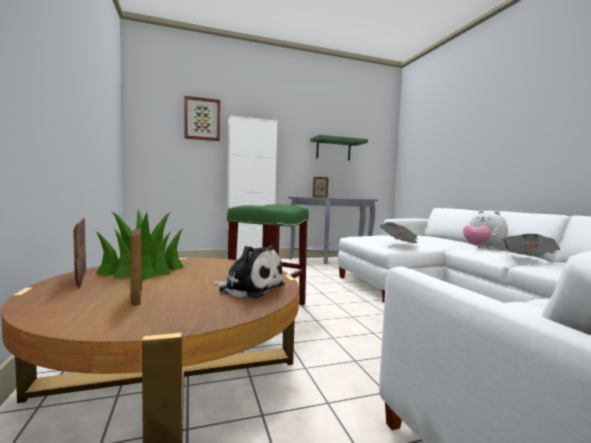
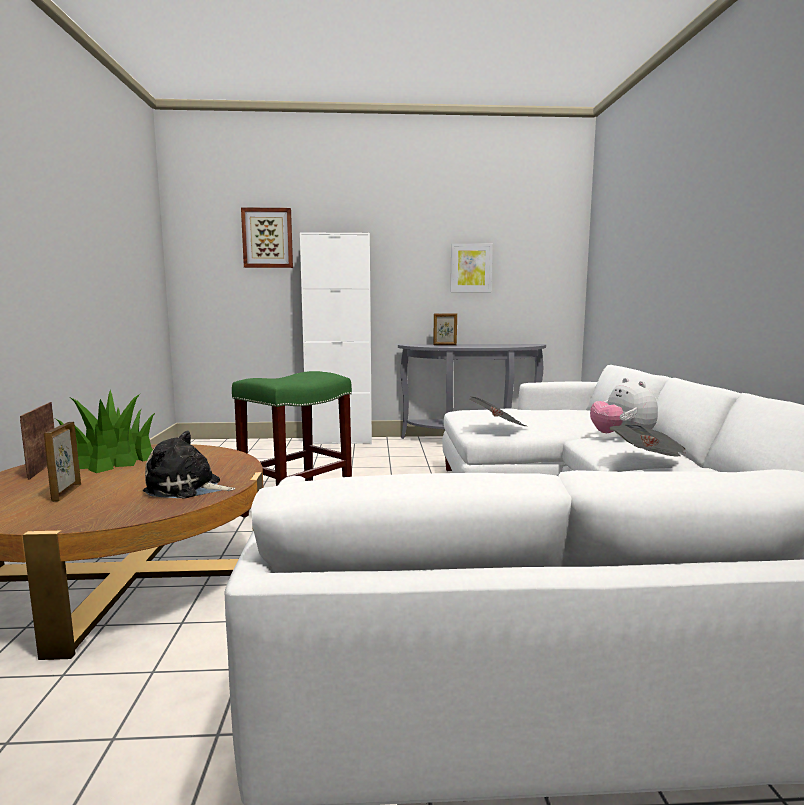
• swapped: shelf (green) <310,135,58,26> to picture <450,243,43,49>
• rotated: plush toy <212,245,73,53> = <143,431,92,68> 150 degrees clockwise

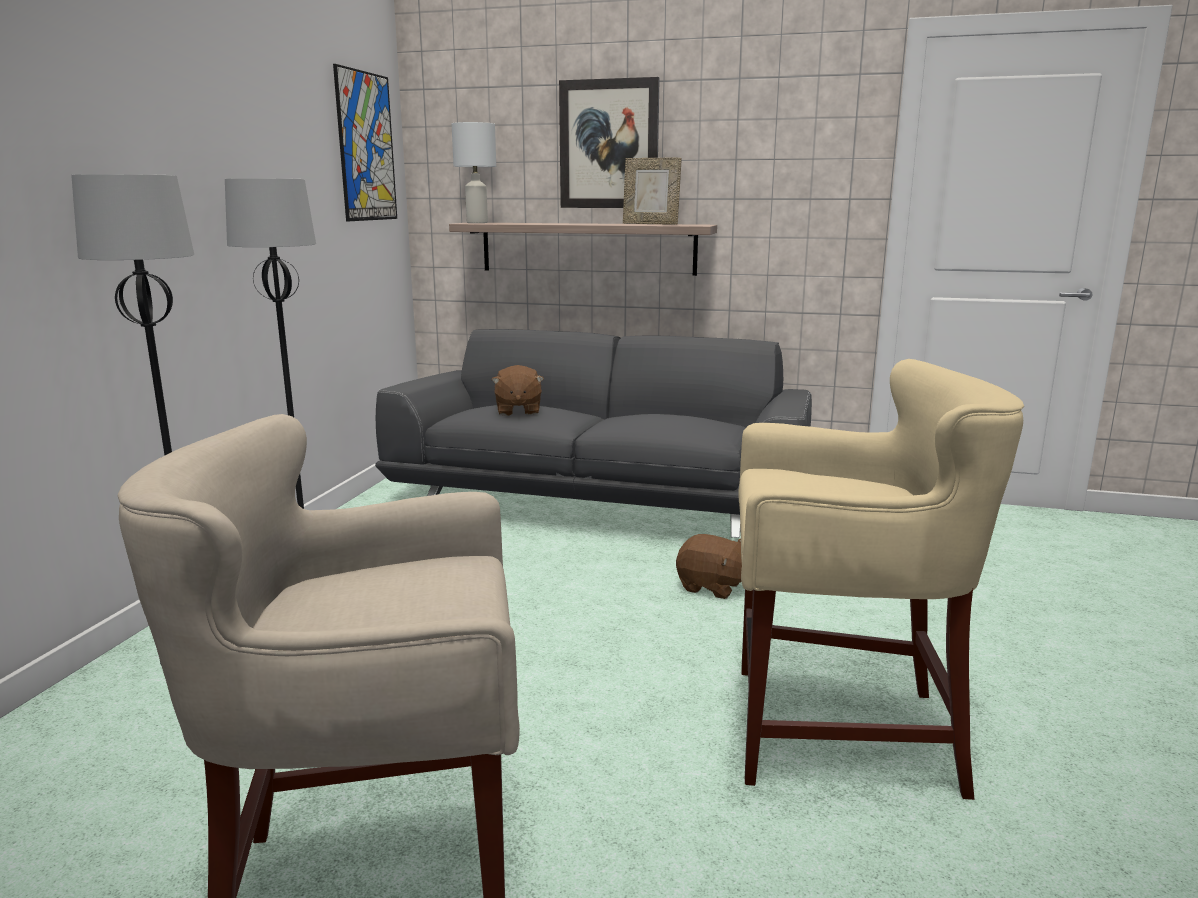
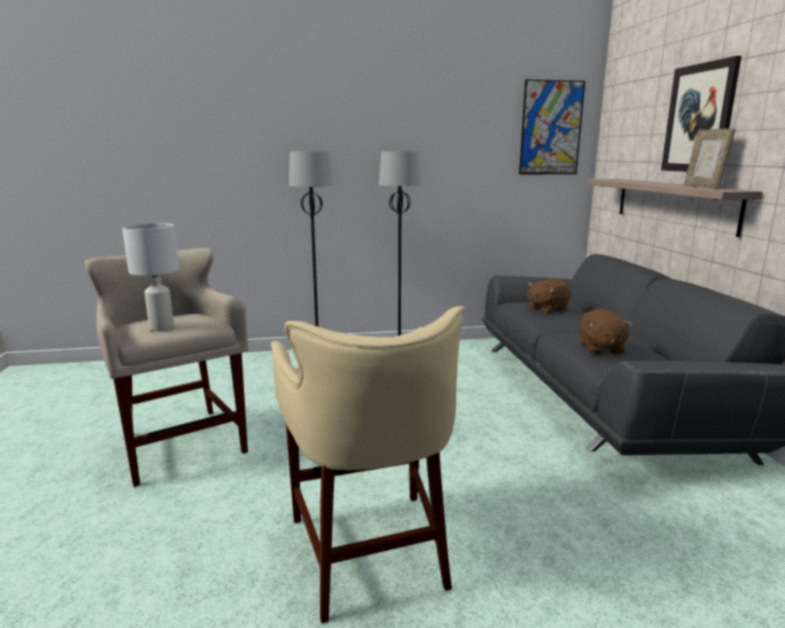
• shifted: table lamp (white) <452,122,44,101> to <122,223,57,108>
• shifted: plush toy (brown) <676,534,66,65> to <580,309,53,46>

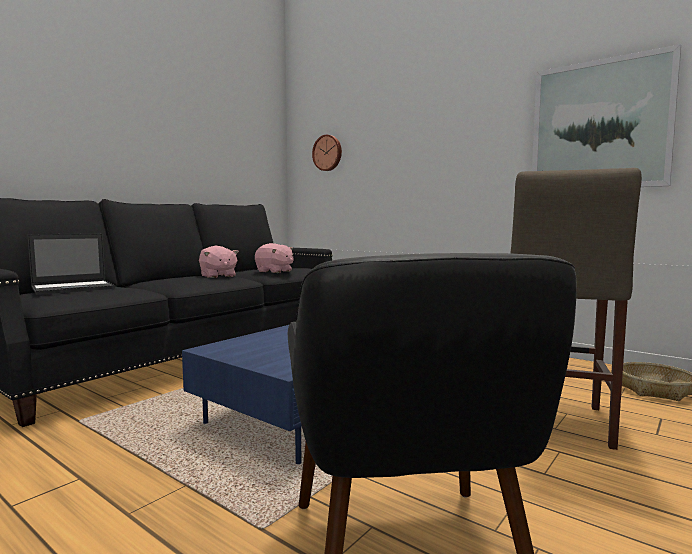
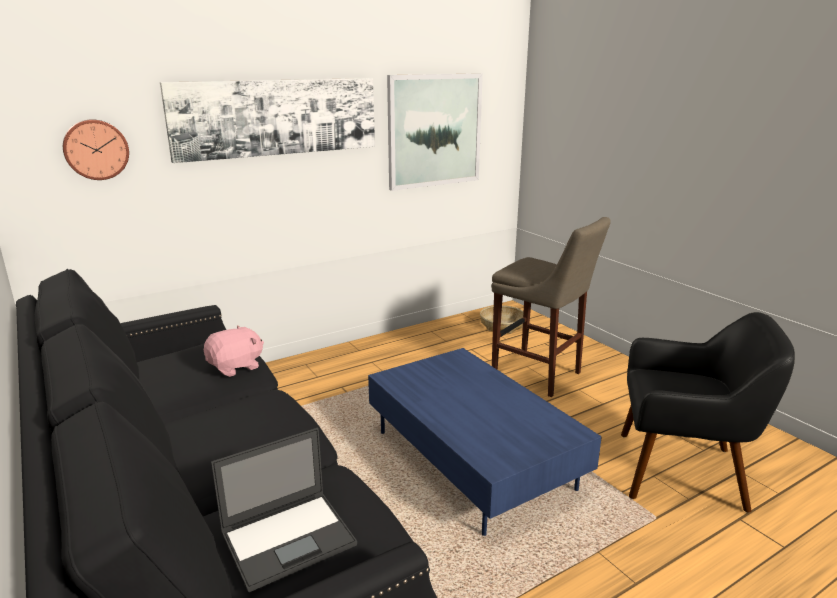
• rotated: laptop <27,233,88,62> = <211,428,146,164> 75 degrees clockwise
• gone: plush toy (pink) <199,246,40,32>
• new: picture <160,78,215,85>

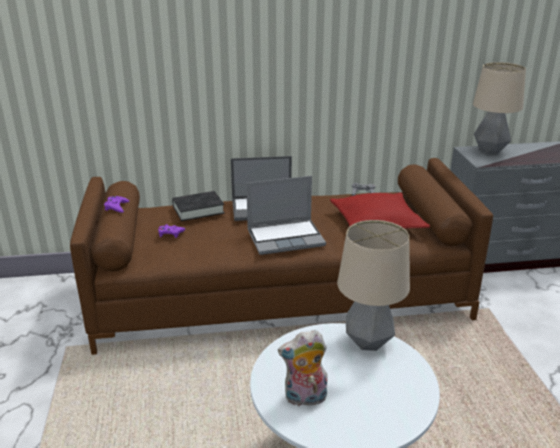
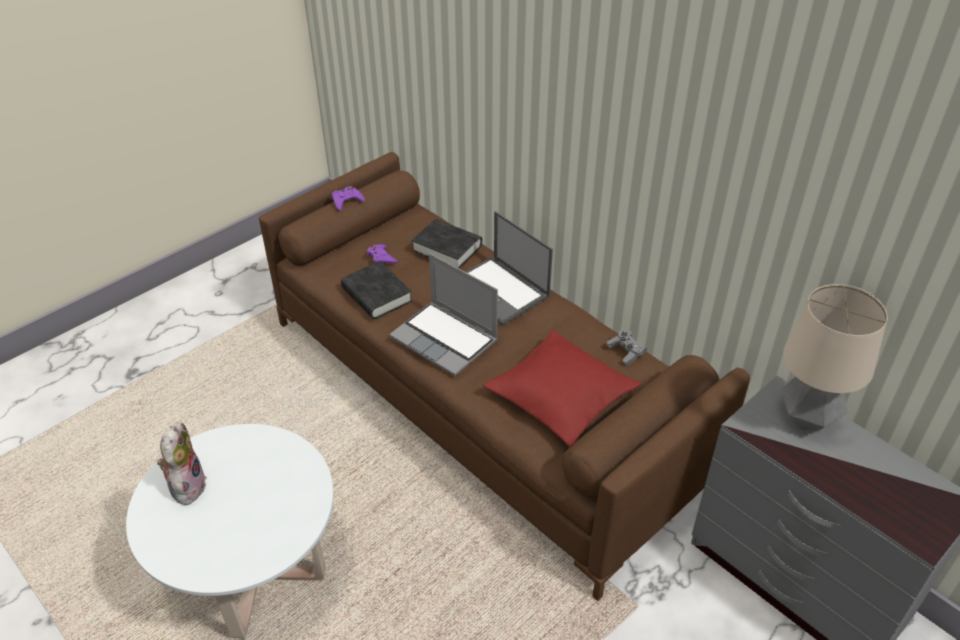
• gone: table lamp <337,220,73,131>
• rotated: plush toy <278,330,50,76> = <157,421,49,84> 45 degrees clockwise
• new: book (black) <341,261,71,58>

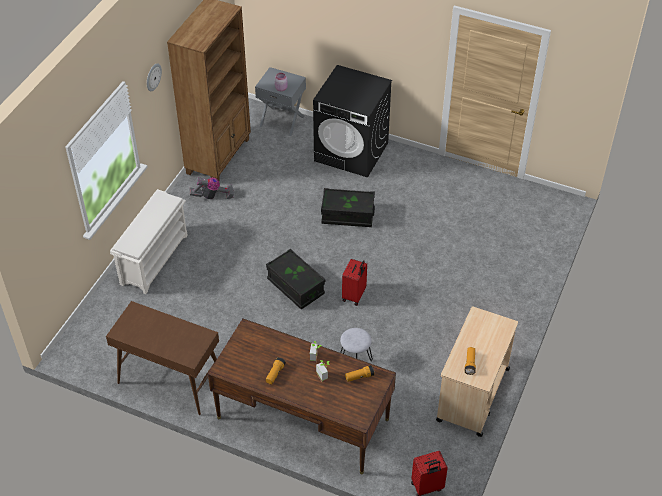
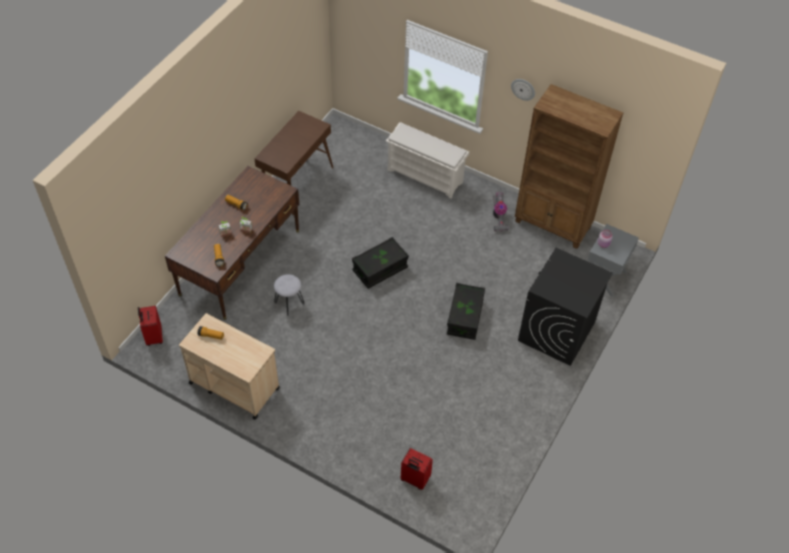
• shifted: suitcase (red) <342,259,25,47> to <401,448,32,42>

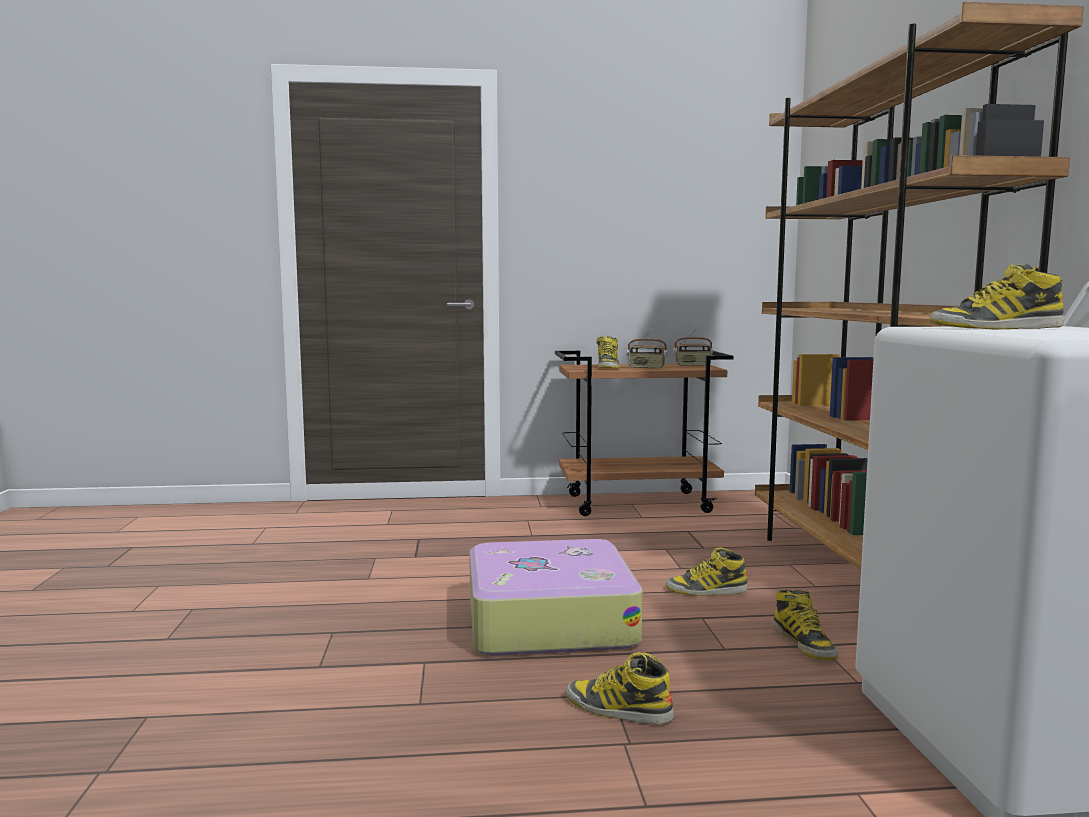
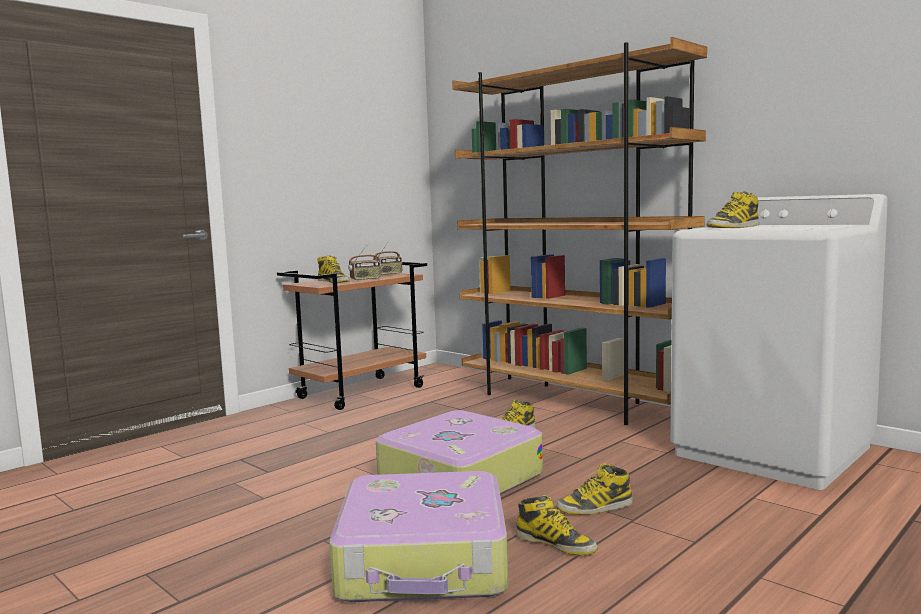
• shifted: boot <772,590,66,70> to <515,495,83,60>
• new: suitcase <329,471,179,131>

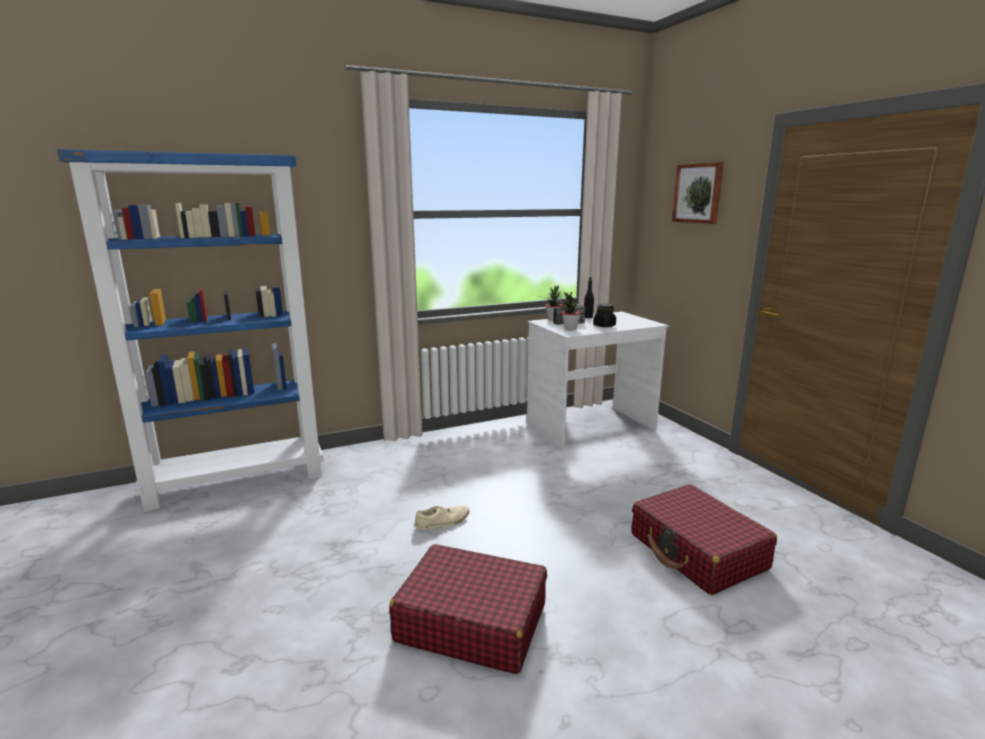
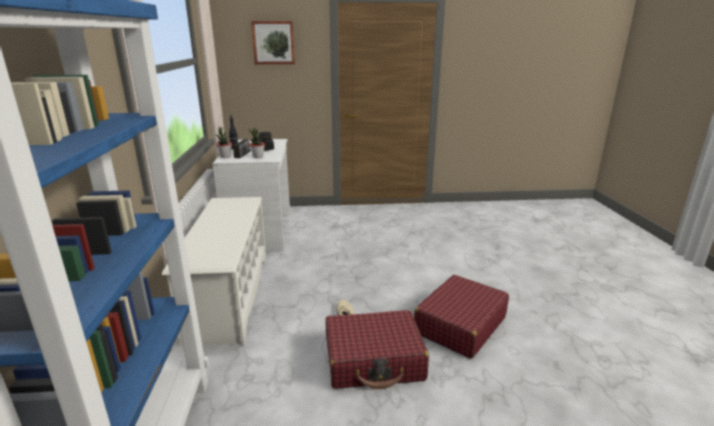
• shifted: suitcase (red) <631,484,146,111> to <326,310,103,79>
• new: shoe rack (white) <162,197,104,150>

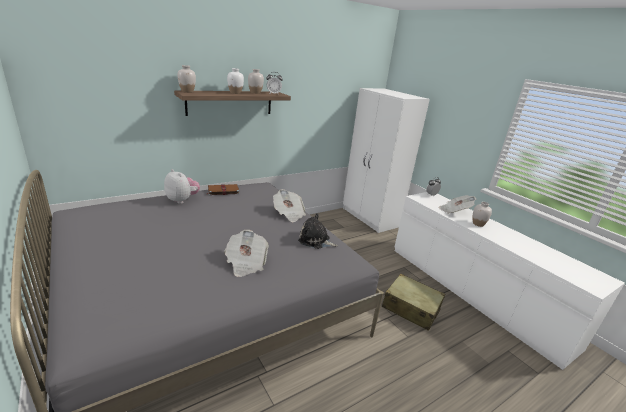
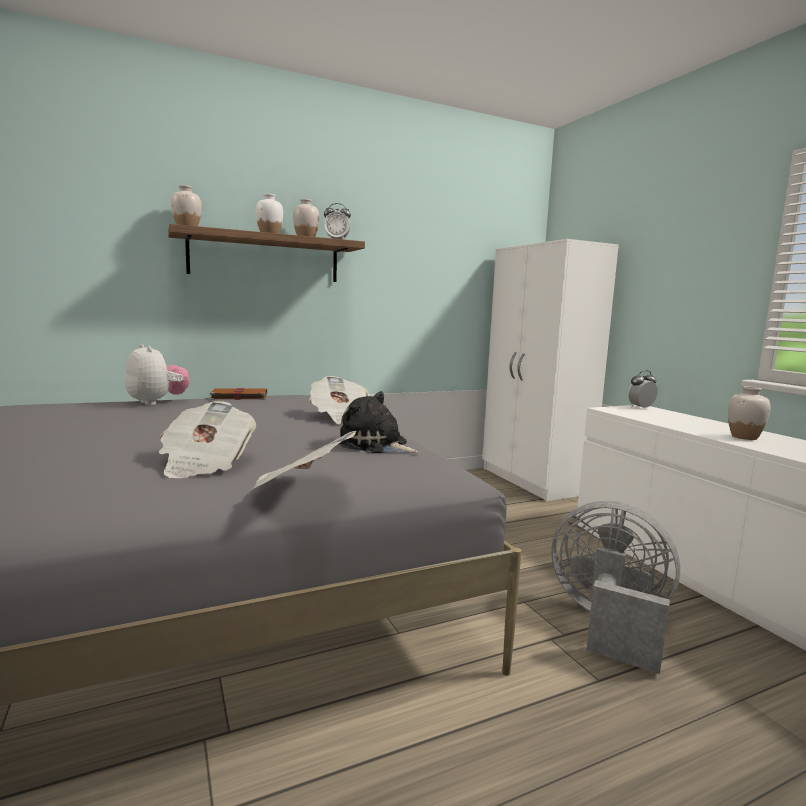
• shifted: newspaper <438,195,38,19> to <249,431,107,60>
• swapped: suitcase (beige) <382,274,63,57> to fan (grey) <551,500,129,174>

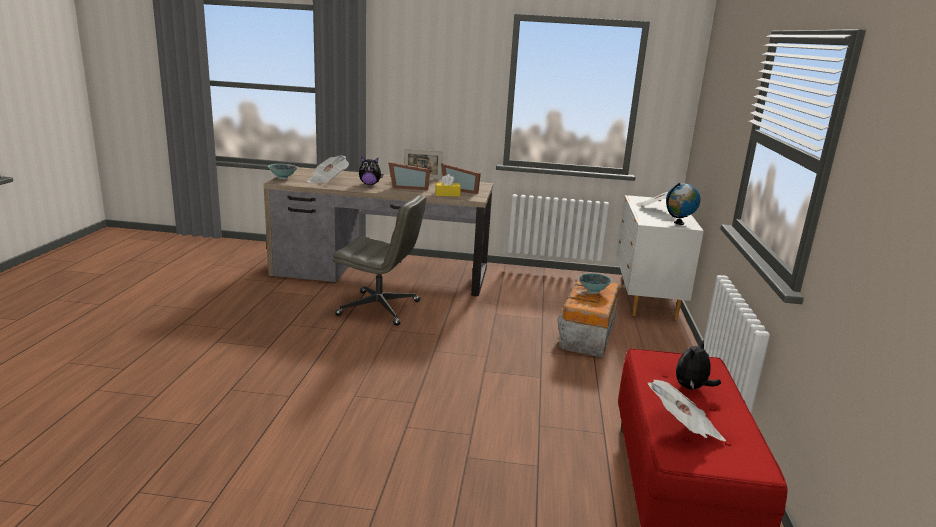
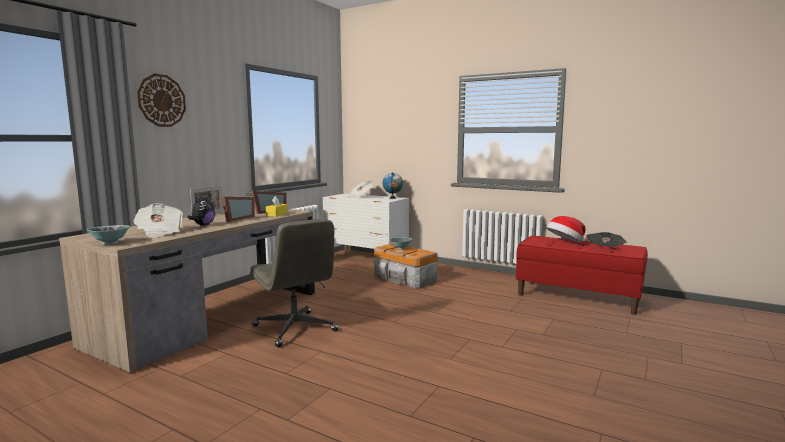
• rotated: office chair (grey) <333,195,93,131> = <250,219,88,128> 105 degrees clockwise
• swapped: plush toy <676,341,45,49> to hat <546,216,40,27>
• new: wall clock <137,74,49,53>

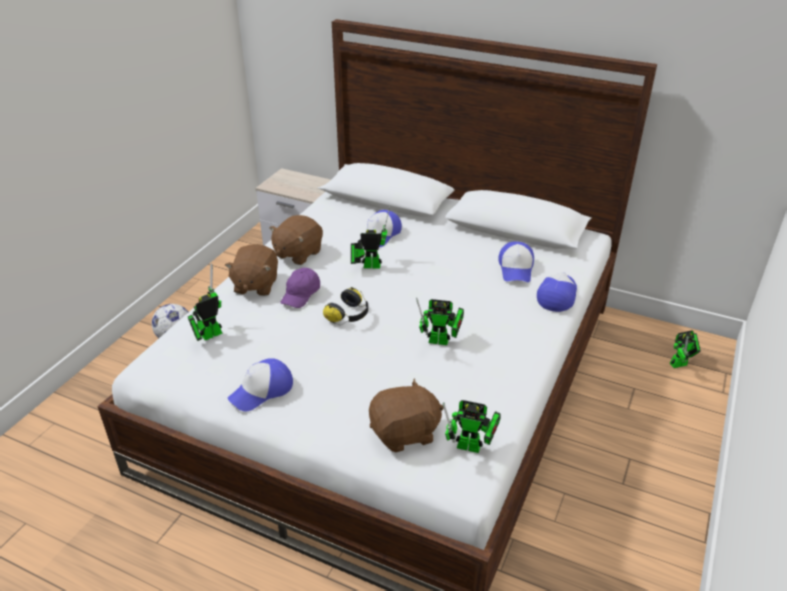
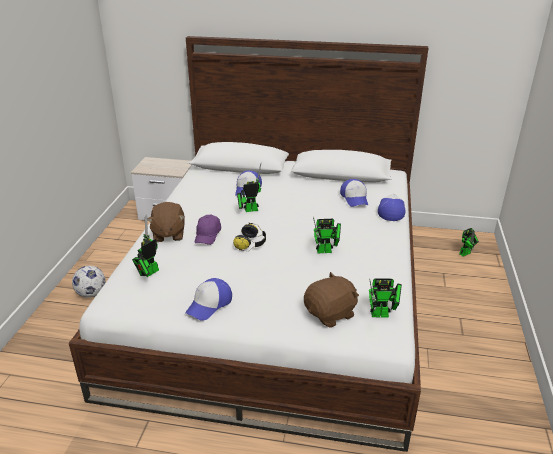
• gone: plush toy (brown) <269,215,54,50>

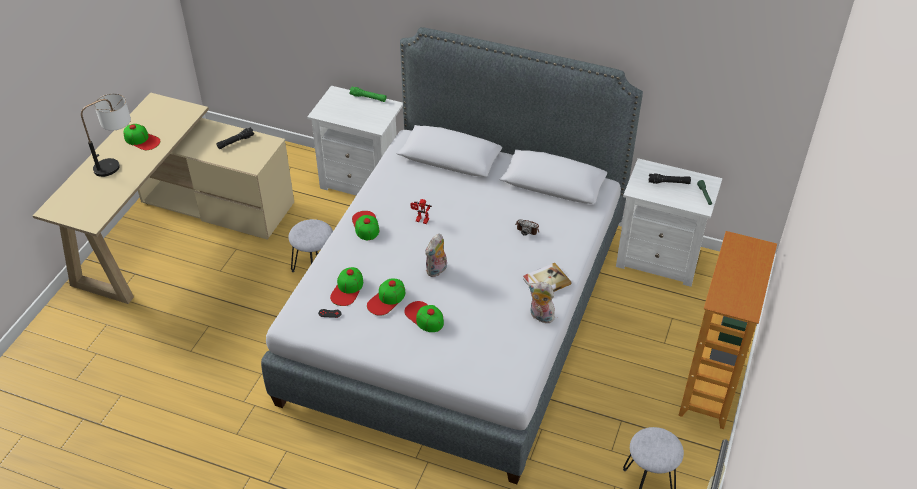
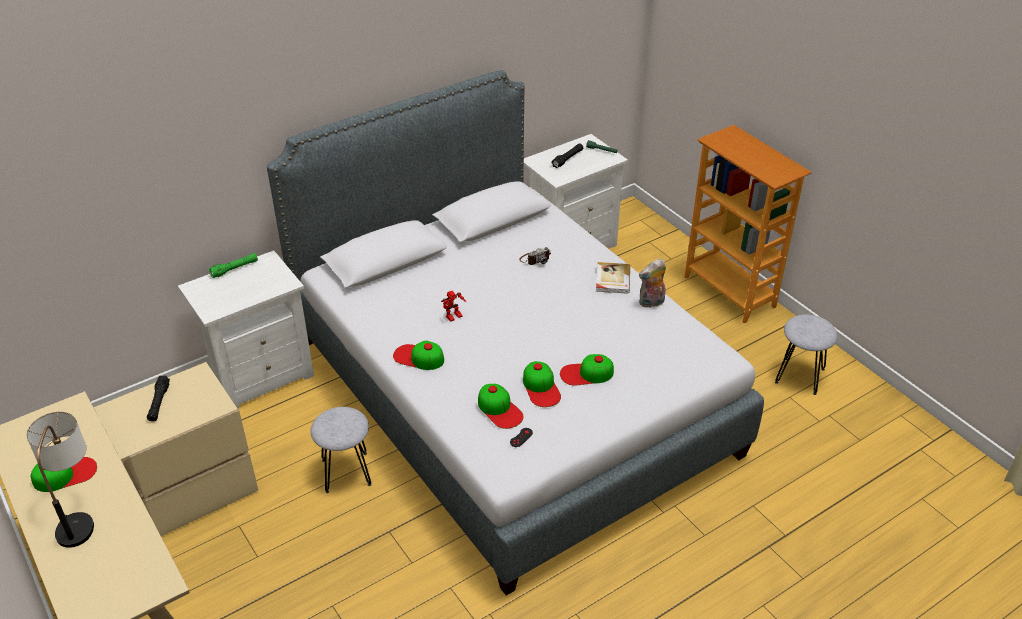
• gone: plush toy <425,234,22,43>

